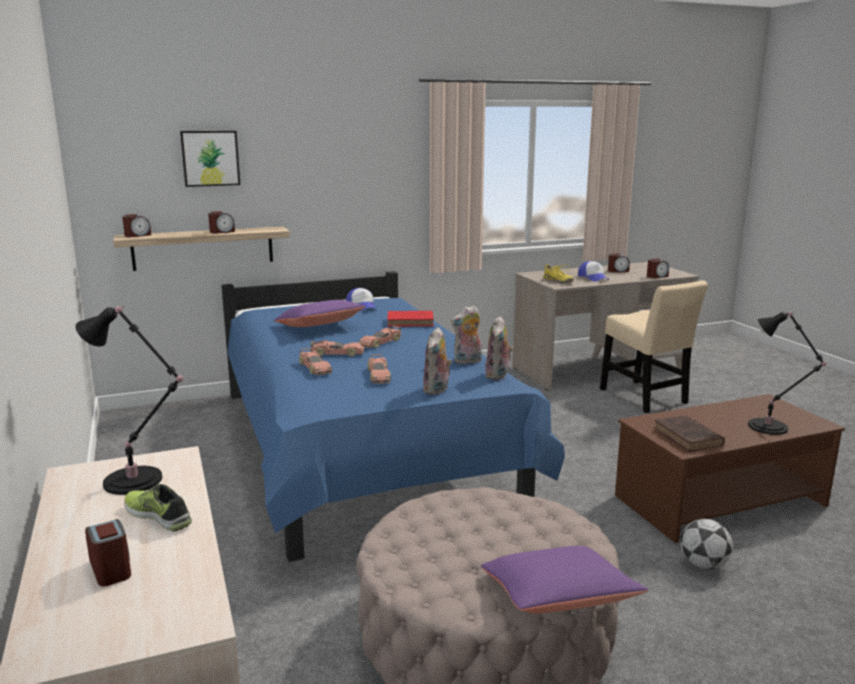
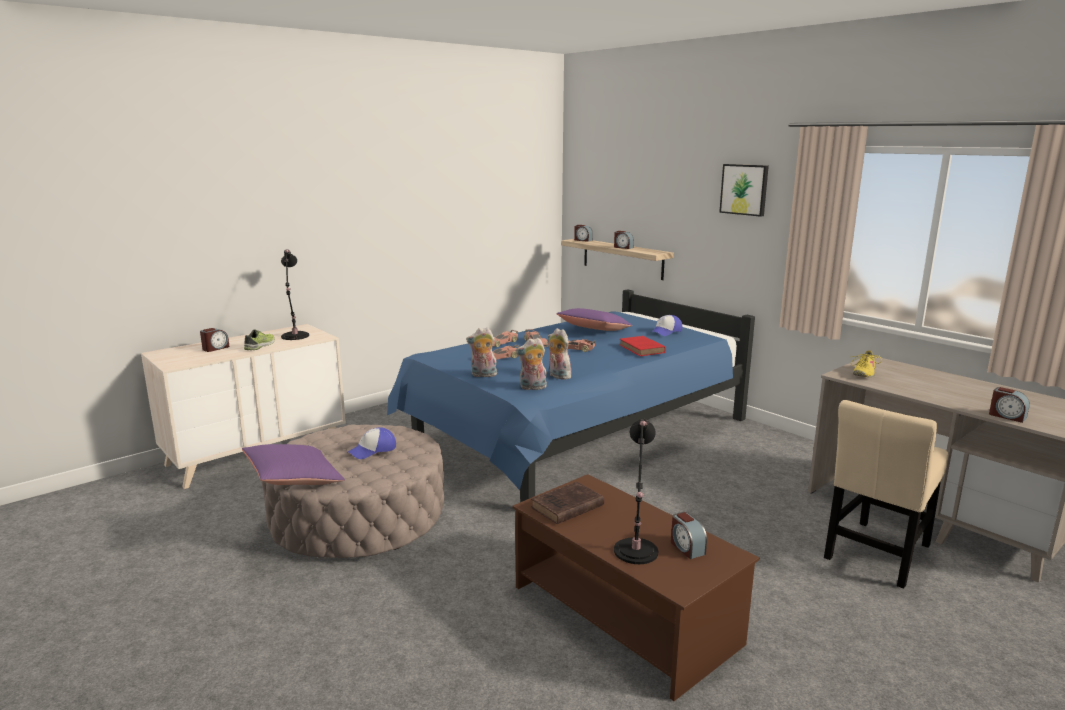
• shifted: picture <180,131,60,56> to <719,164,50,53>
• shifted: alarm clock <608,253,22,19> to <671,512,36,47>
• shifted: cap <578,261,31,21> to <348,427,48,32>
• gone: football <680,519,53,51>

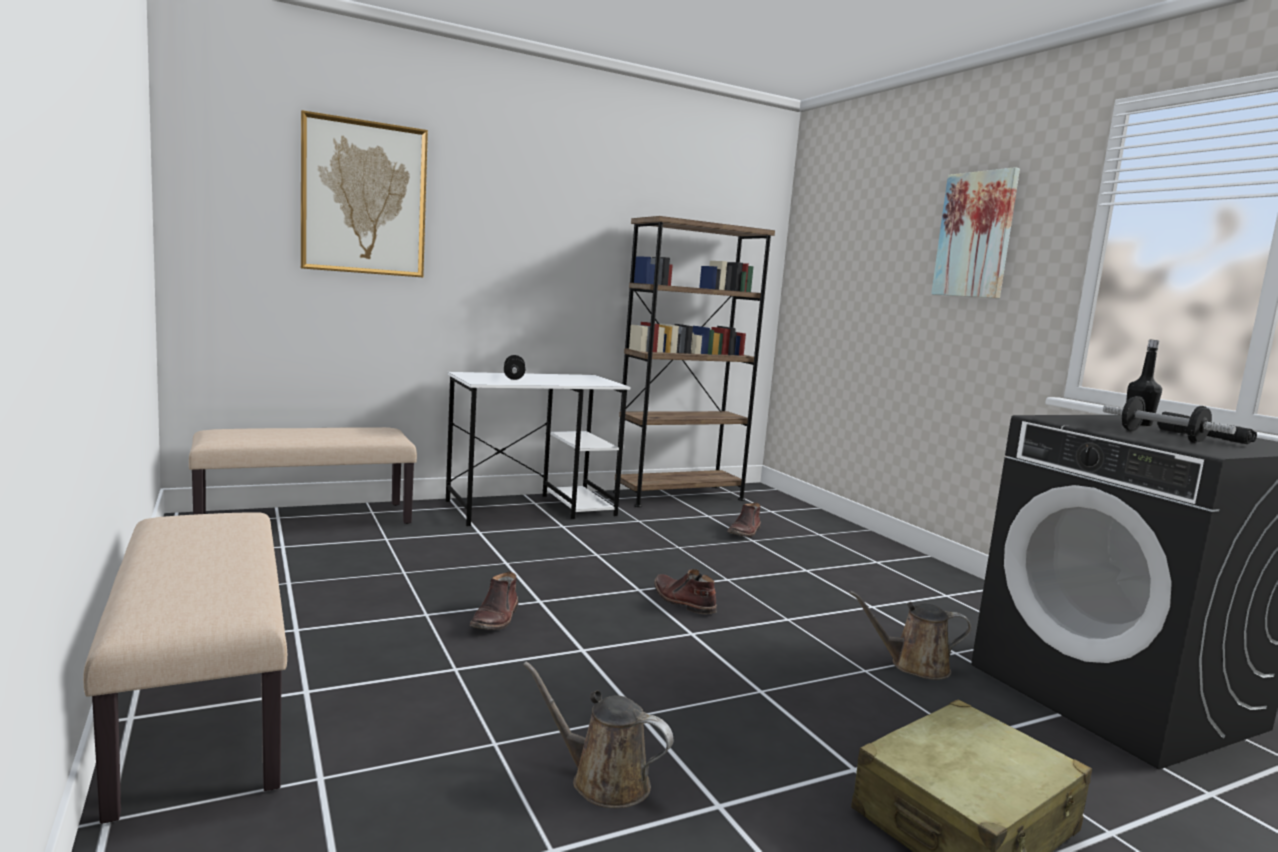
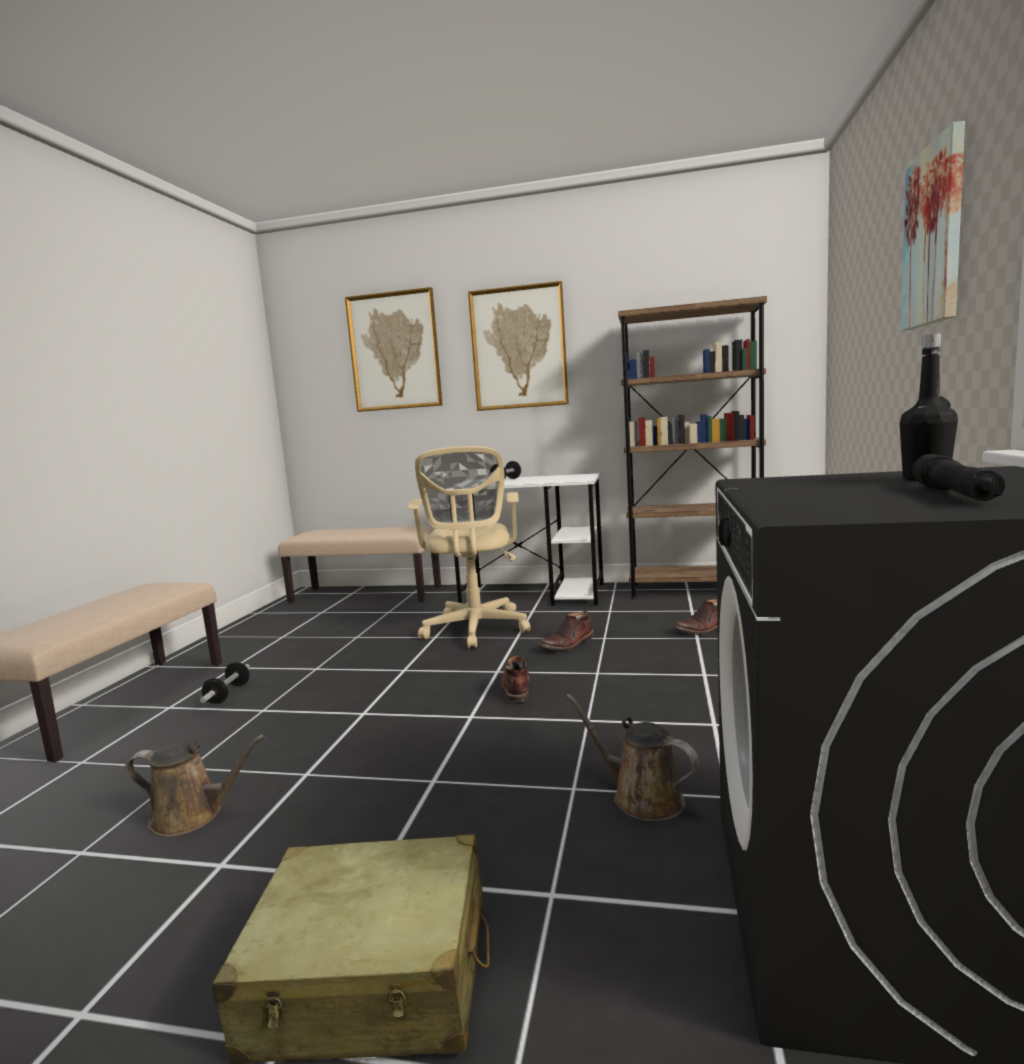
• shifted: dumbbell <1103,396,133,47> to <200,662,50,42>
• shifted: boot (brown) <470,572,48,58> to <538,611,56,40>
• rotated: watering can (brown) <523,661,150,147> = <125,734,141,103> 120 degrees clockwise
• new: picture <468,281,101,130>
• new: office chair (beige) <408,446,123,202>

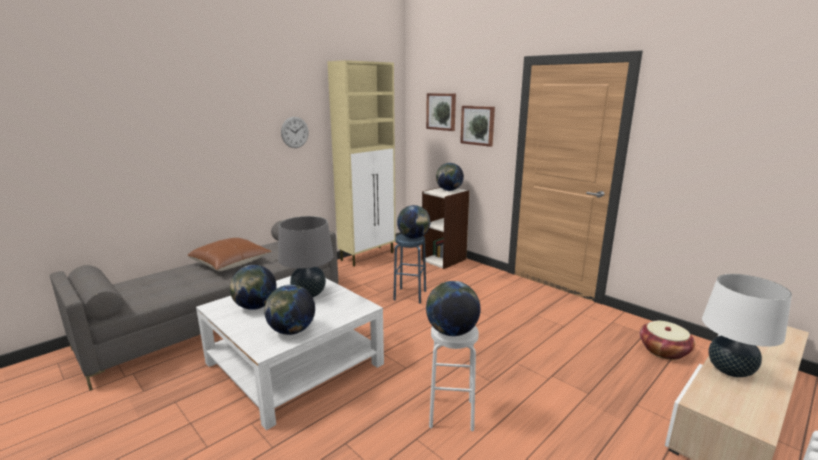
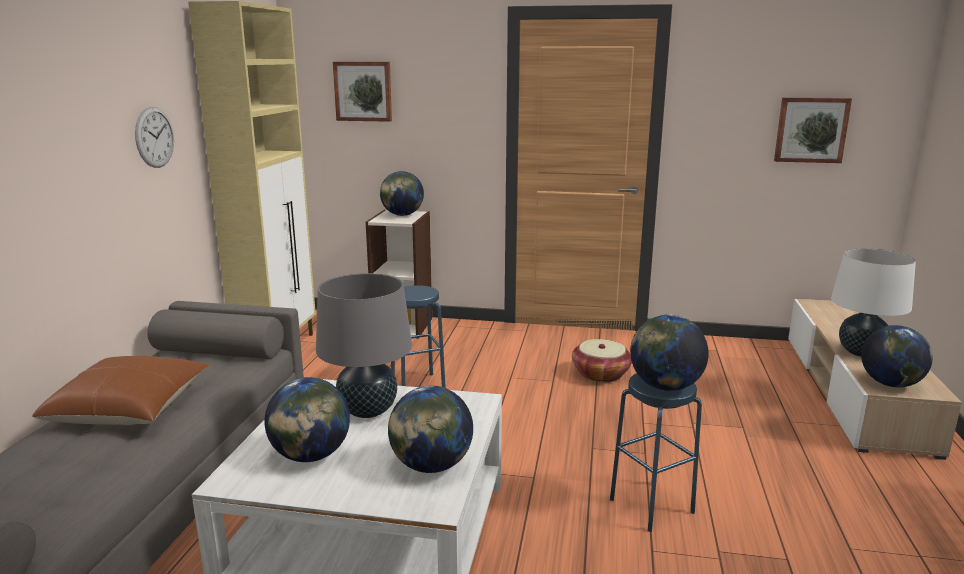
• shifted: picture <460,106,35,41> to <774,97,78,66>
• shifted: globe <397,205,33,34> to <861,325,72,62>
• shifted: basket <639,321,56,39> to <572,339,60,44>
• repainted: stool (white) <429,326,50,106> to stool (blue) <610,373,92,159>

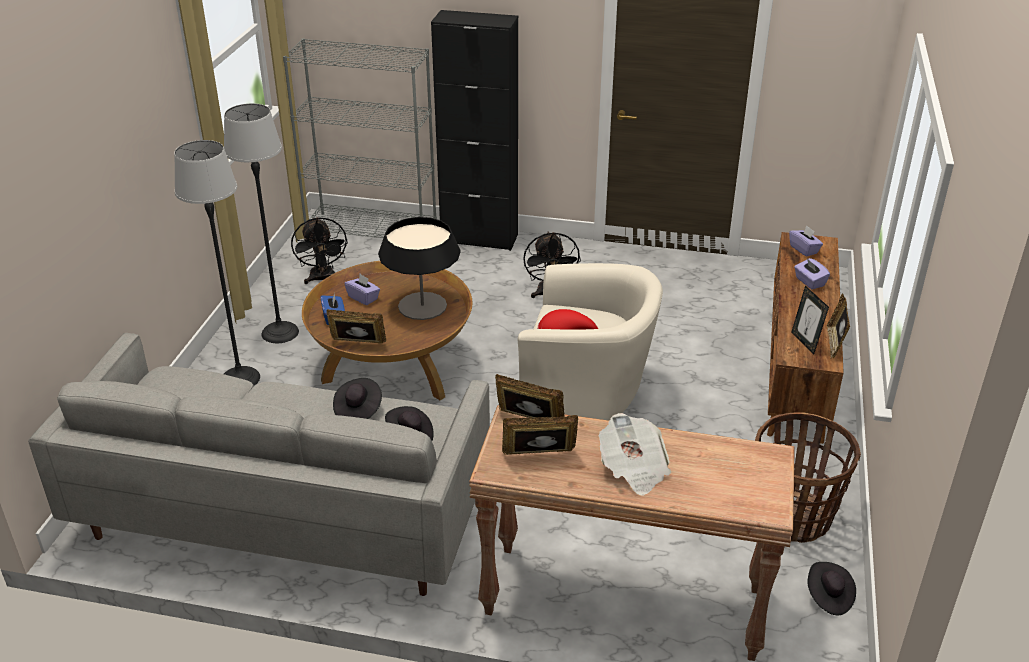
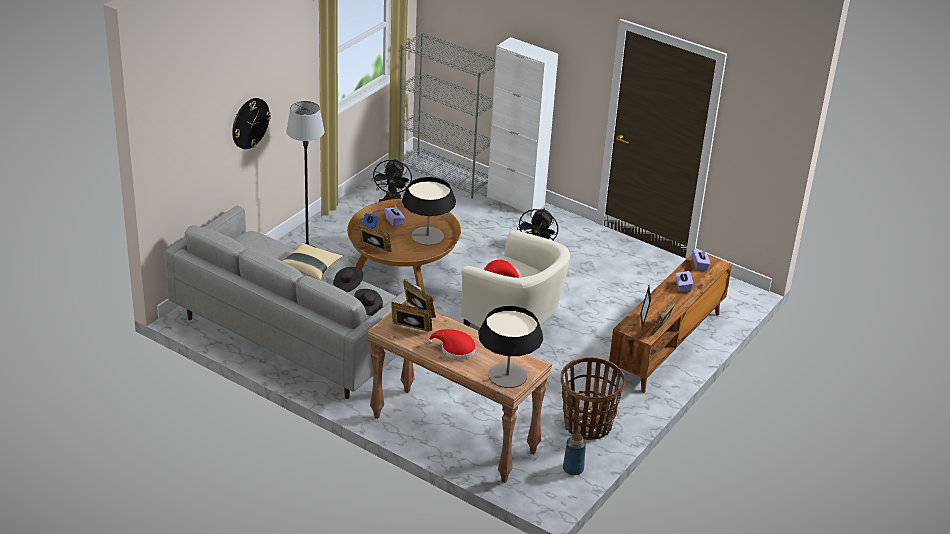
• repainted: cabinet (black) <431,10,87,241> to cabinet (white) <487,37,71,178>
• gone: floor lamp <224,103,75,240>
• swapped: newspaper <599,413,72,83> to hat (red) <427,329,49,31>
• swapped: hat (black) <808,562,48,53> to vase (blue) <563,434,23,41>
• new: wall clock <232,98,39,51>
• new: pillow (beige) <283,243,60,37>
• new: table lamp <478,306,65,82>

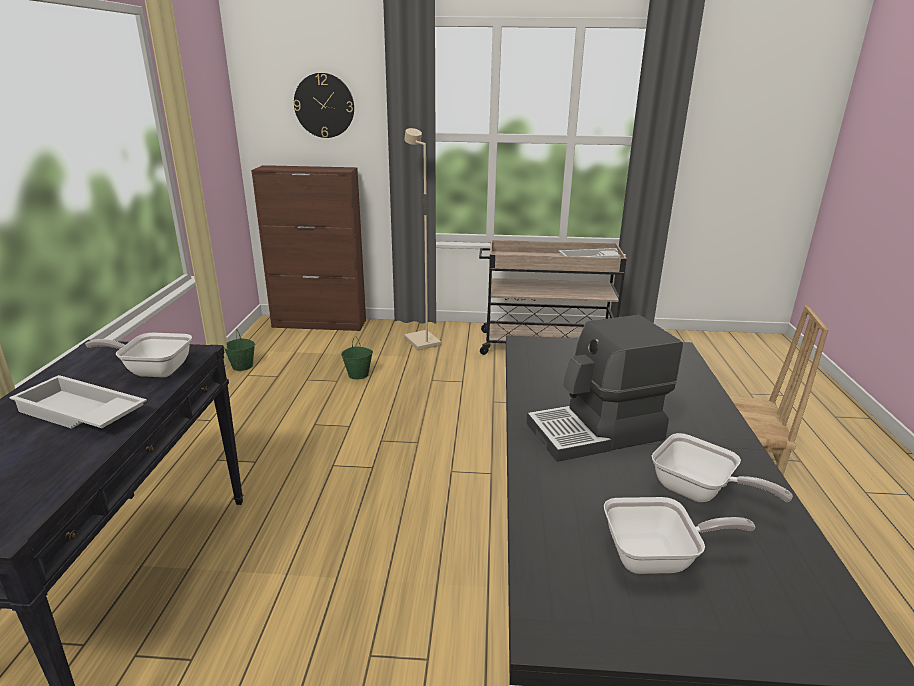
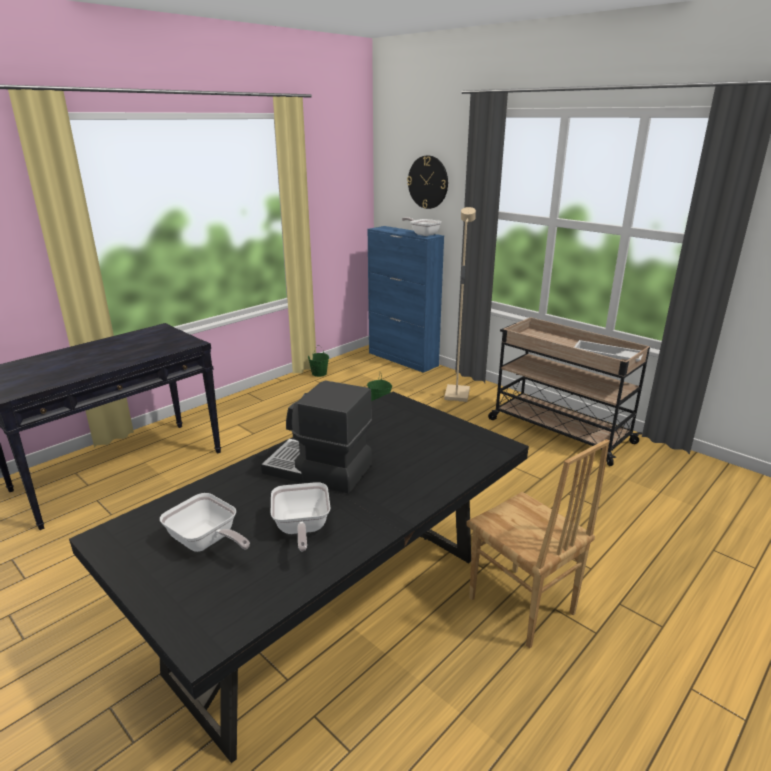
• repainted: cabinet (brown) <251,165,115,166> to cabinet (blue) <367,226,77,147>
• shifted: frying pan <85,333,107,44> to <402,217,40,19>
• gone: tray (white) <9,375,138,54>

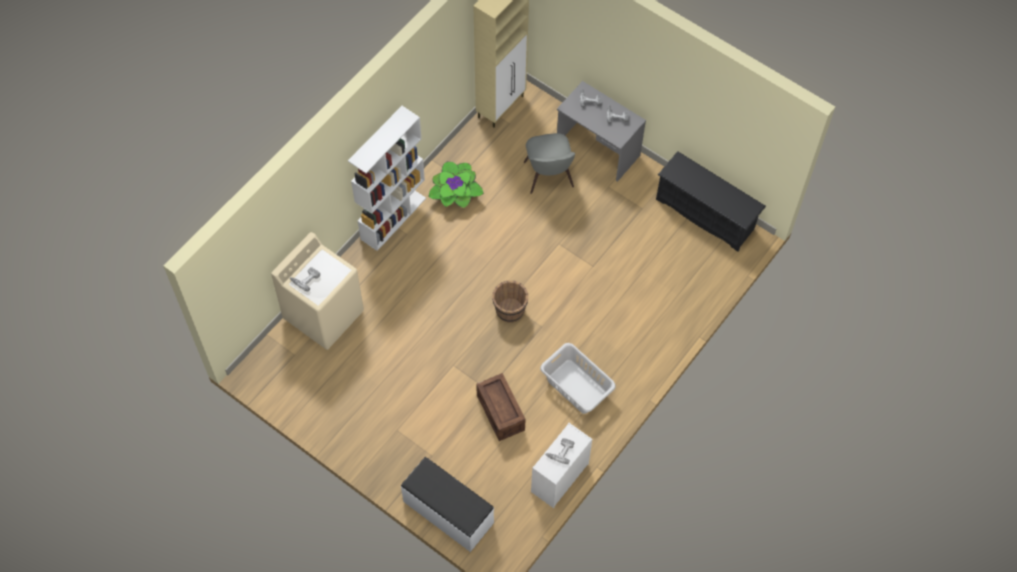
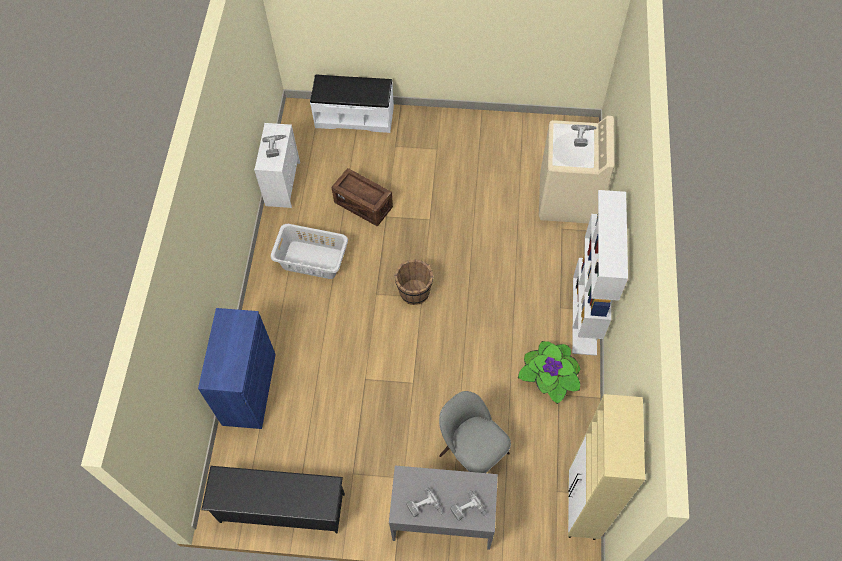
• new: cabinet (blue) <198,308,78,121>

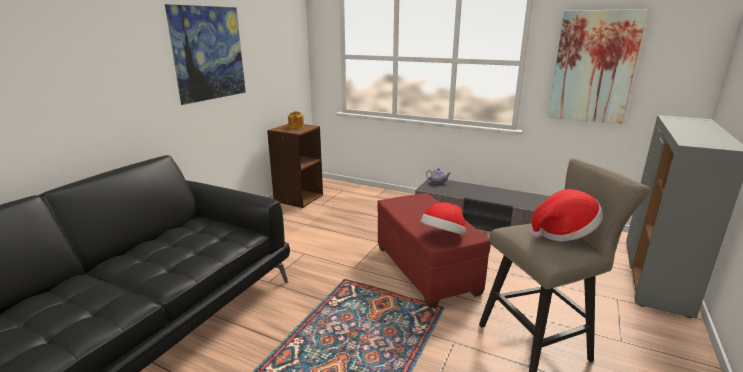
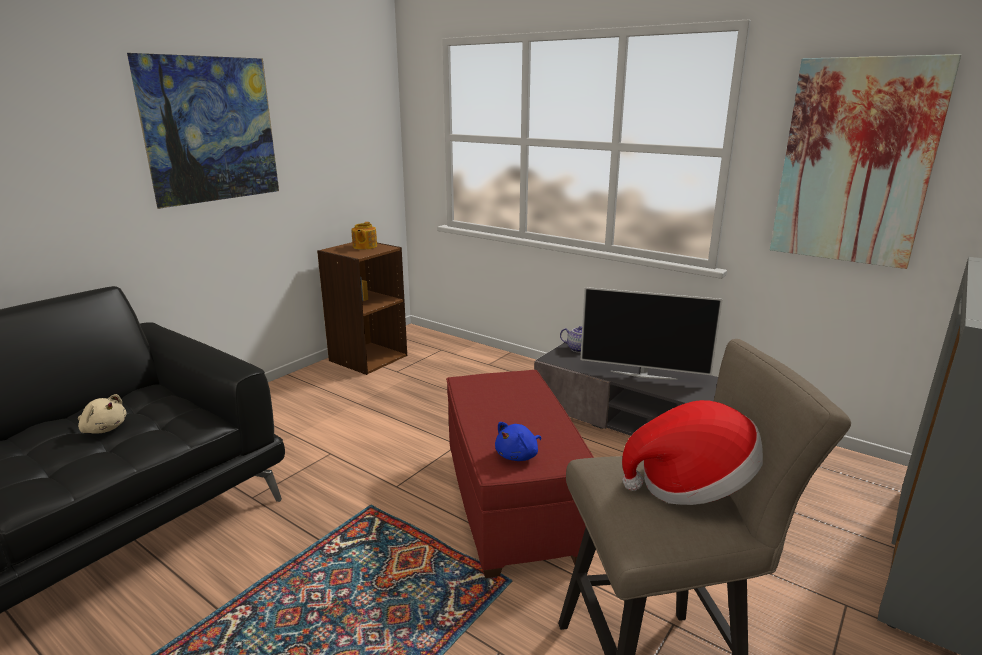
• swapped: hat <420,202,46,33> to plush toy (blue) <495,422,46,39>
• new: television <580,287,143,93>
• new: plush toy (beige) <78,394,49,40>

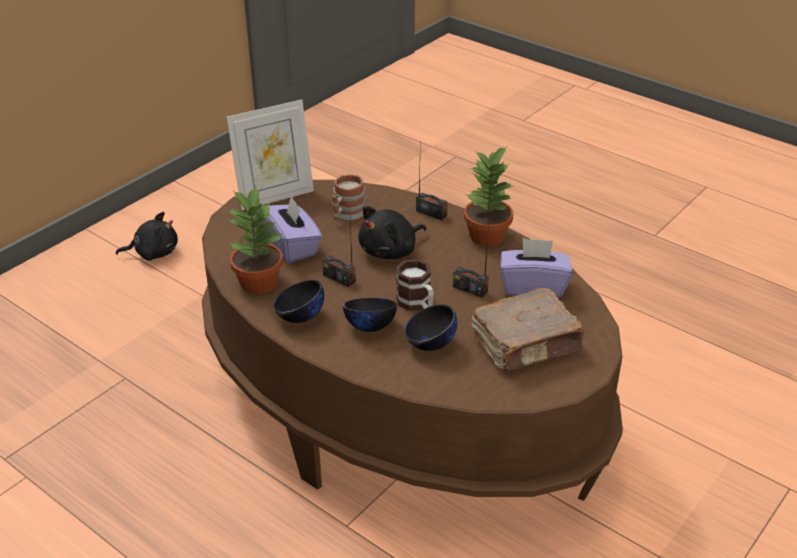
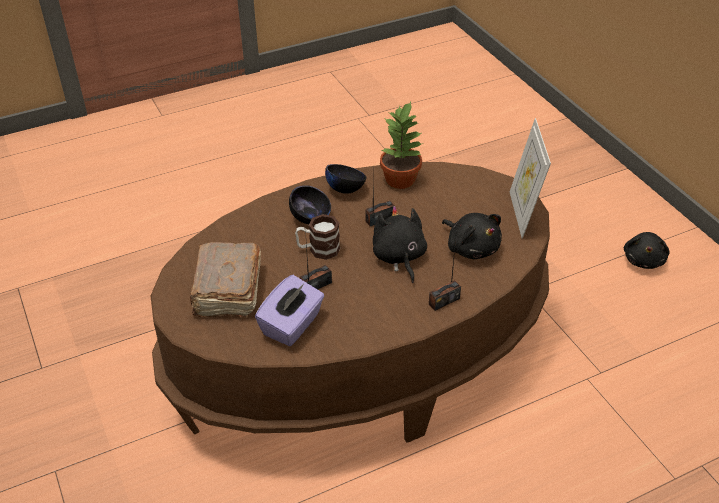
• gone: potted plant <464,146,49,101>
• swapped: mug <332,174,33,46> to plush toy (black) <442,213,60,46>
• gone: tissue box (purple) <260,195,62,68>
• gone: bowl (black) <404,304,53,47>

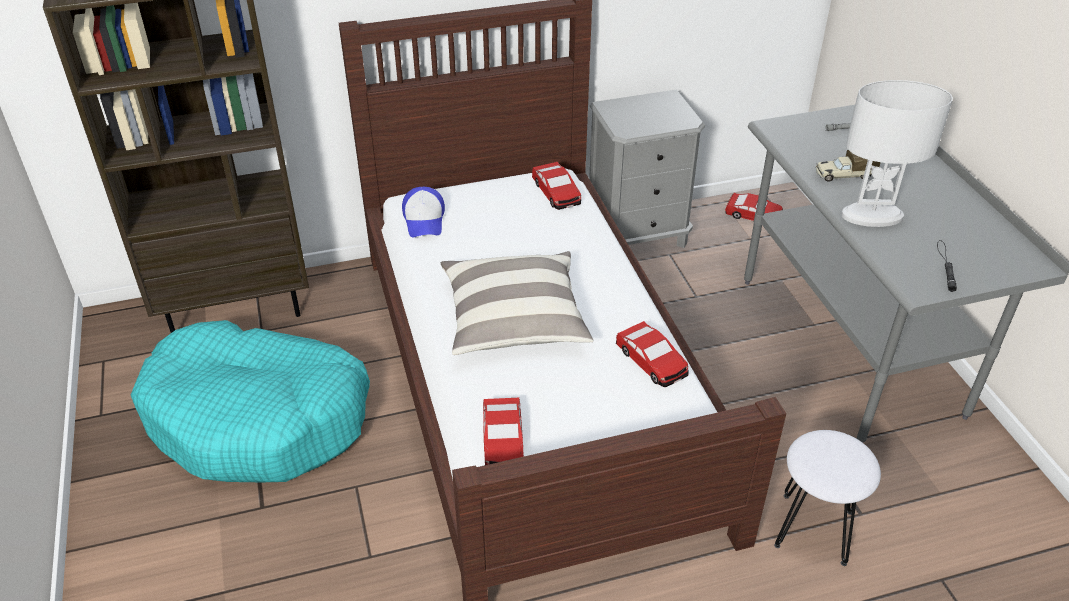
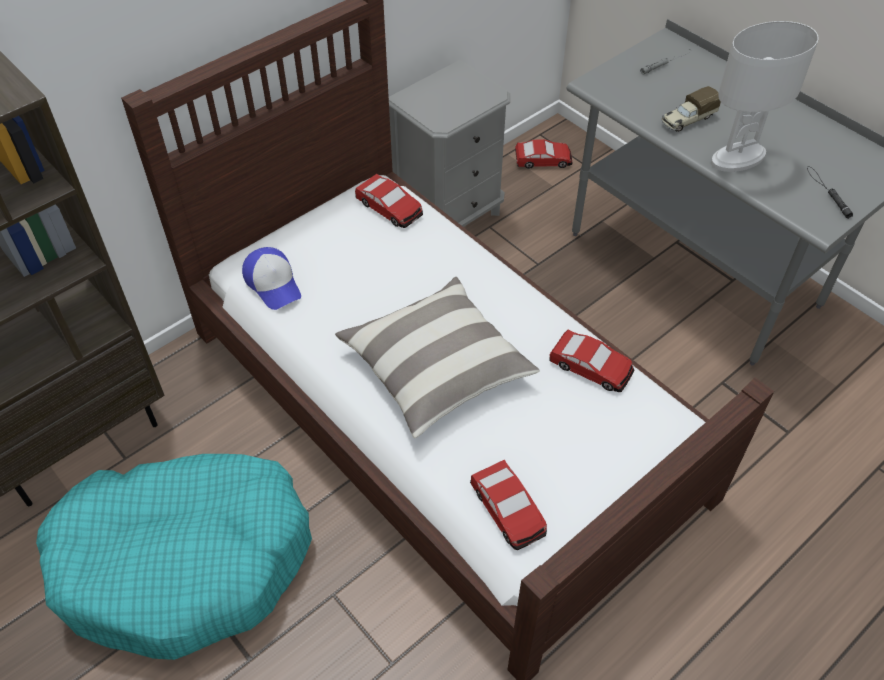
• gone: stool (white) <774,430,107,136>

